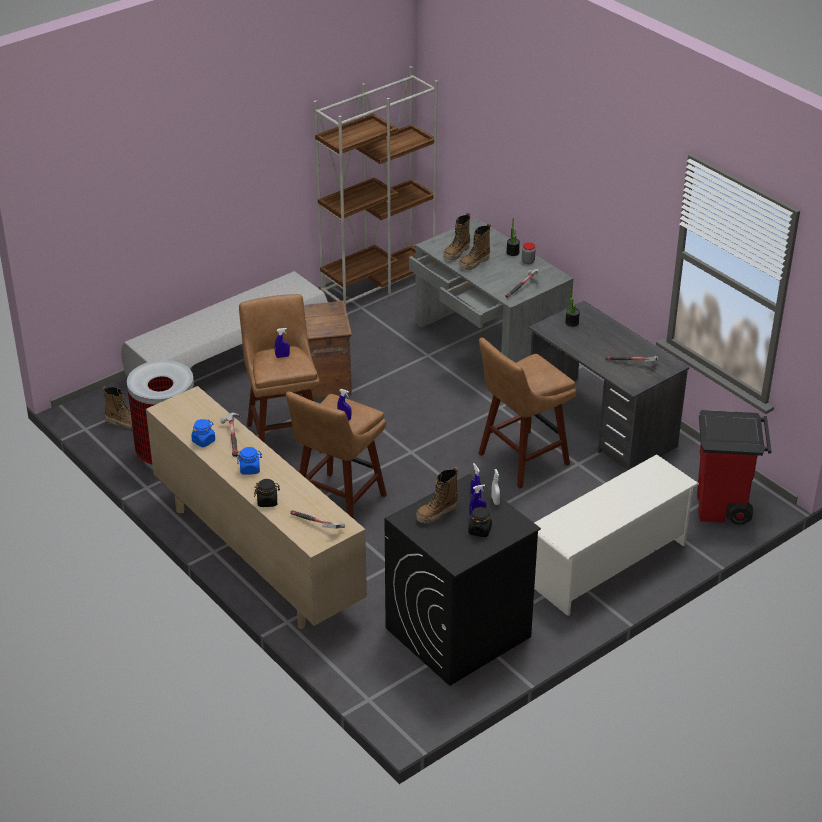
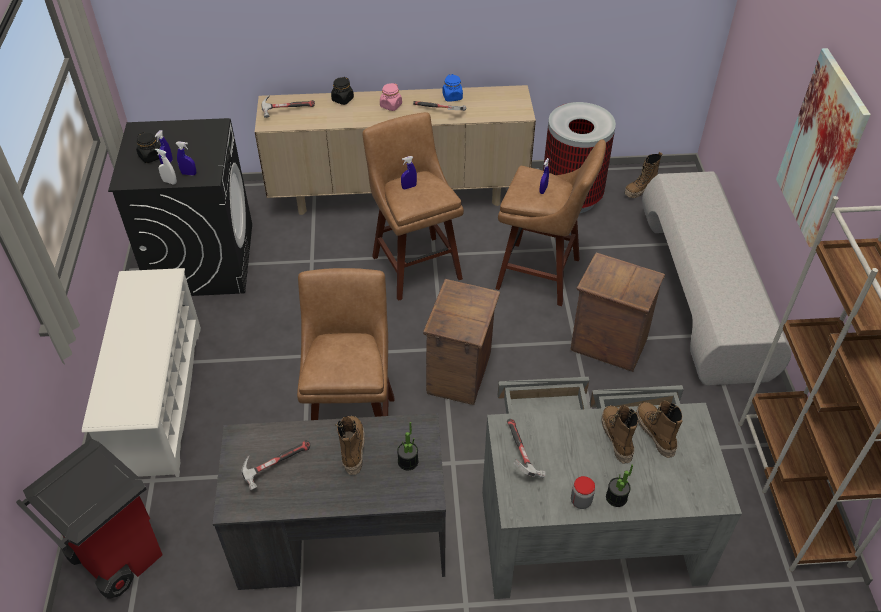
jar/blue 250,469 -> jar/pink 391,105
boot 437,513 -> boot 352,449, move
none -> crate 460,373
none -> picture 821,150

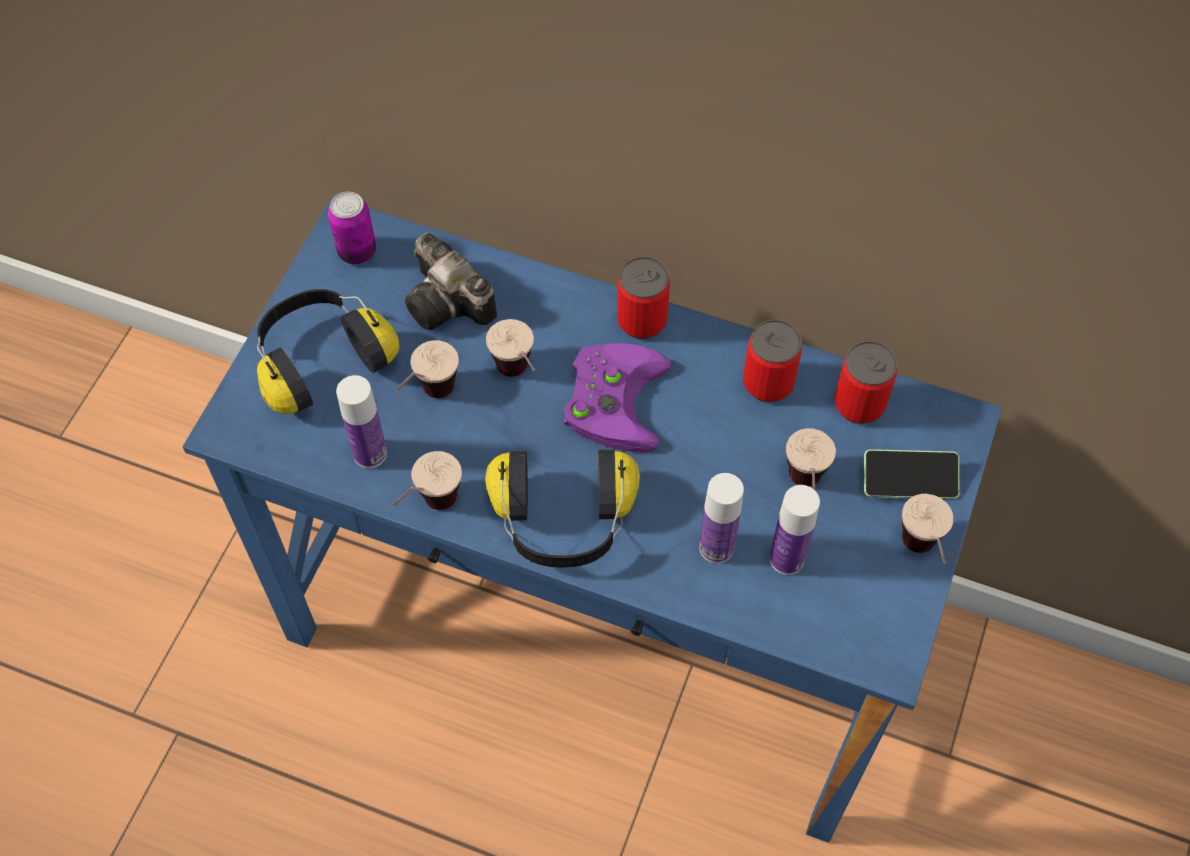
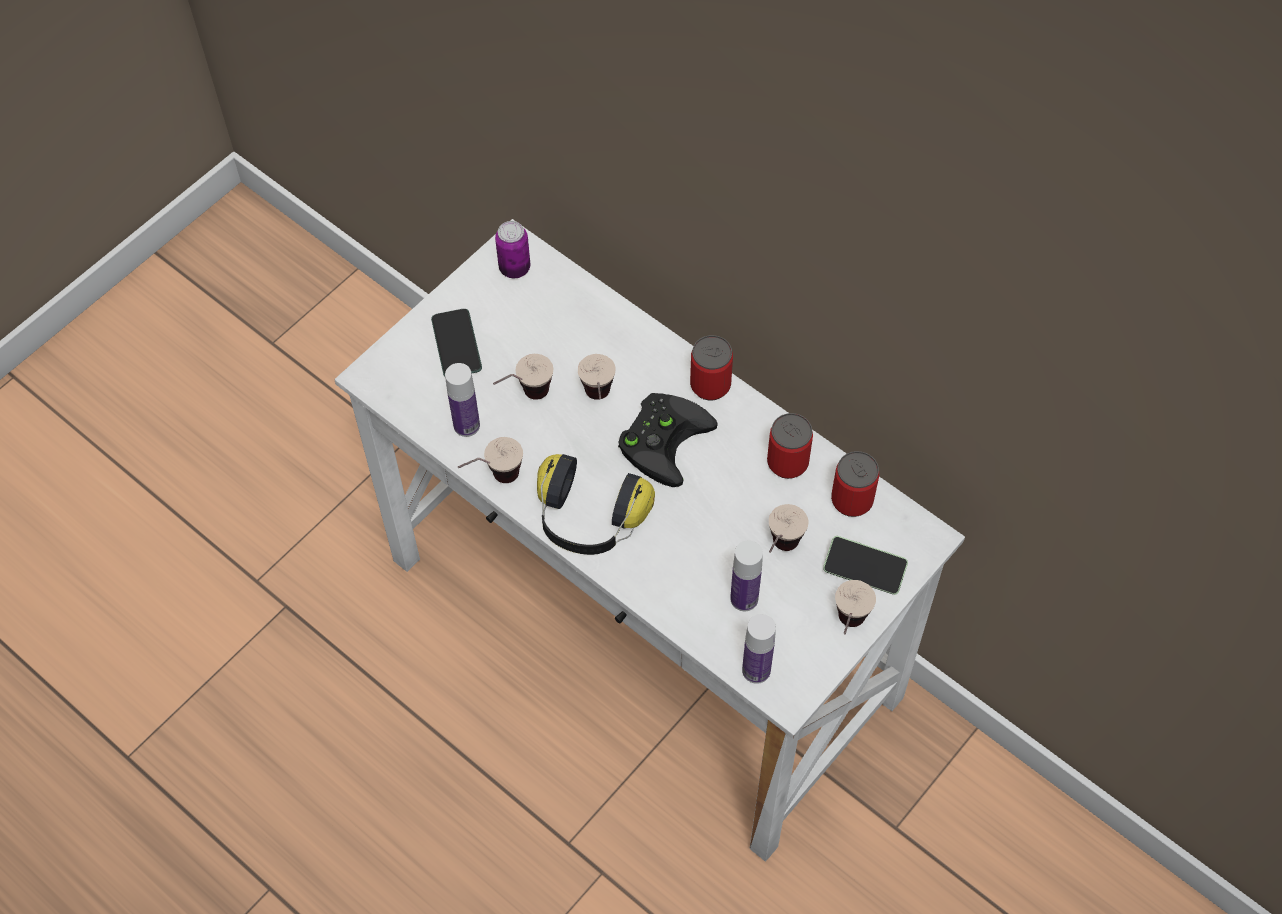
desk/blue 596,624 -> desk/white 645,627
headphones 320,360 -> phone 456,344
photo camera 451,304 -> none
game controller/purple 612,397 -> game controller/black 663,437
bottle 716,547 -> bottle 756,670, move

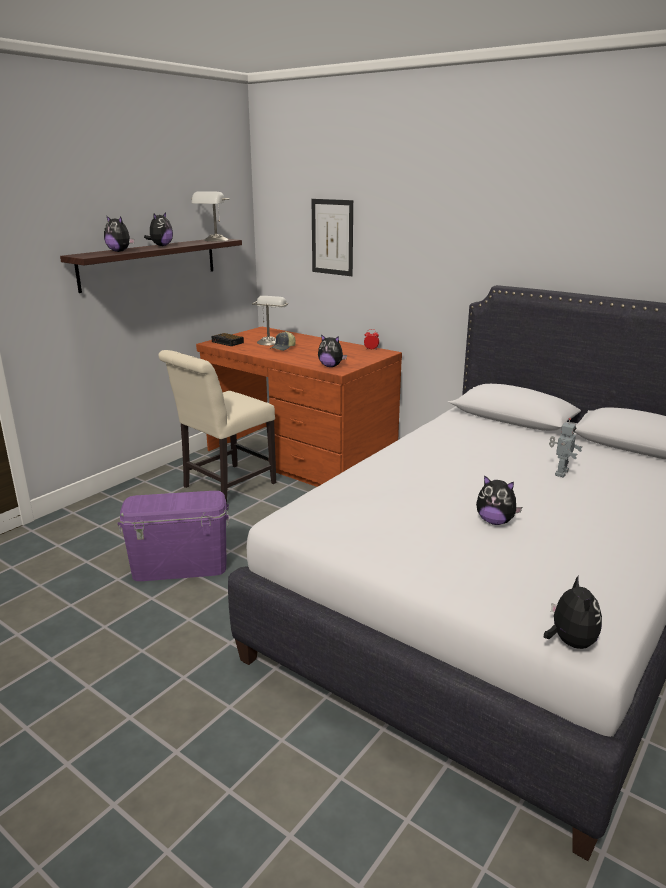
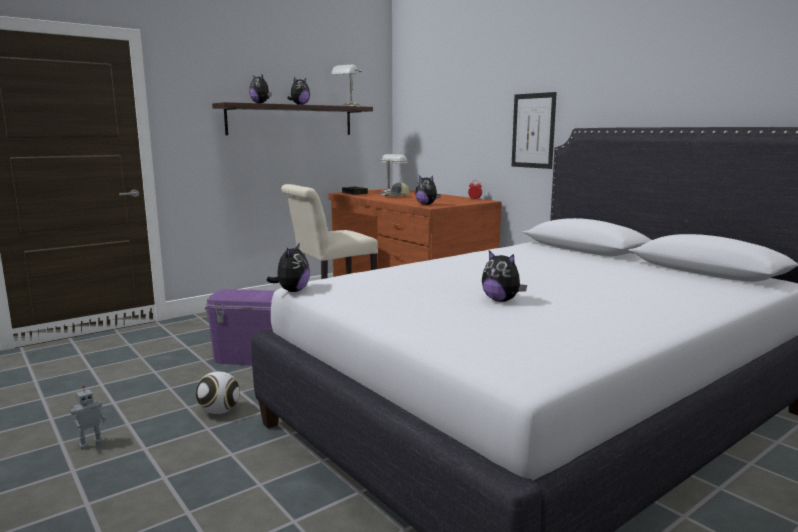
picture 332,237 -> picture 533,130, move
plush toy 569,642 -> plush toy 292,291, move
toy robot 560,473 -> toy robot 90,444, move
none -> football 219,412

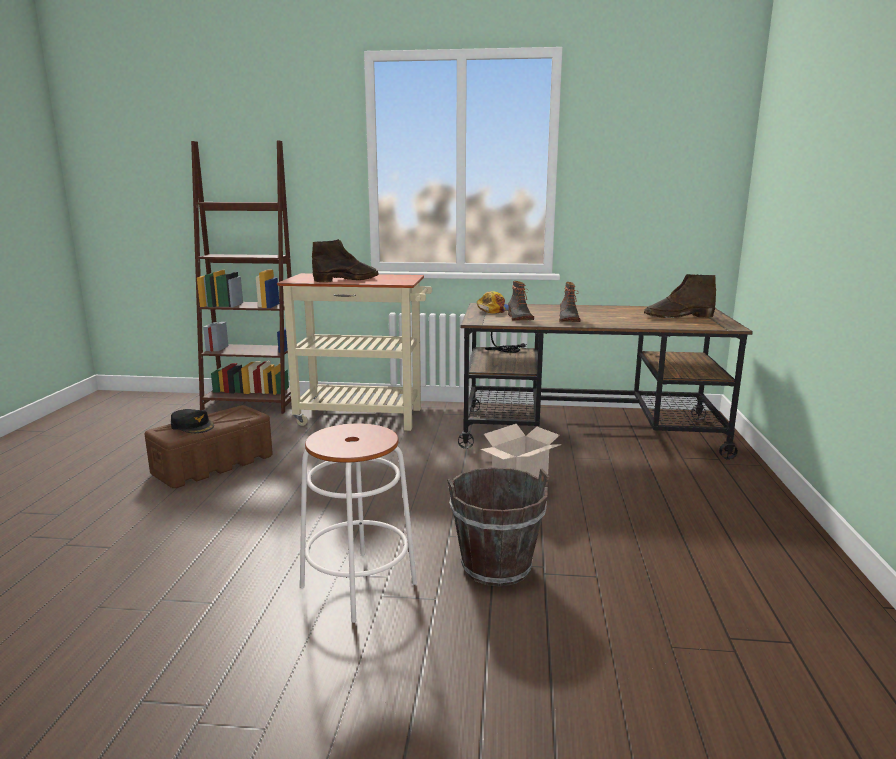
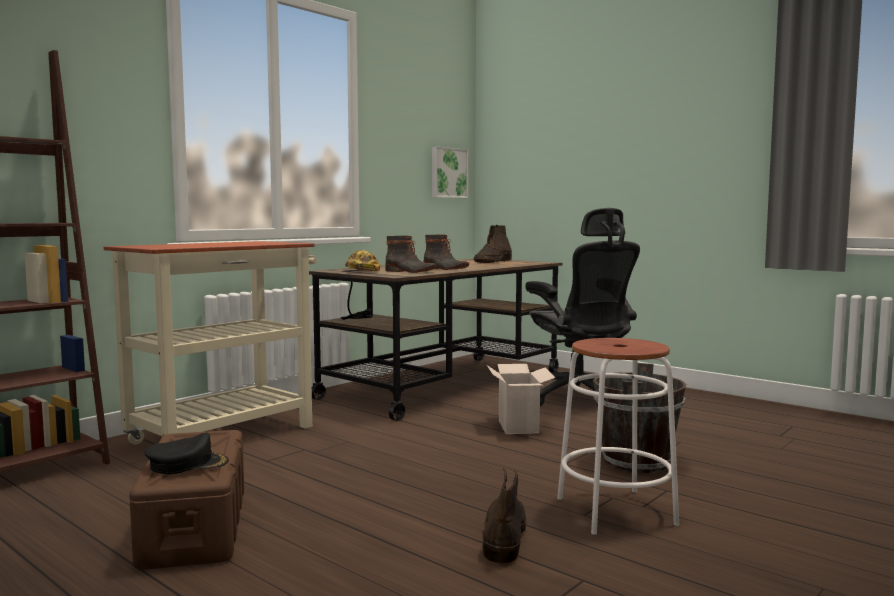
boot/brown 347,280 -> boot/brown 504,536, move
none -> picture 448,173
none -> office chair 578,398

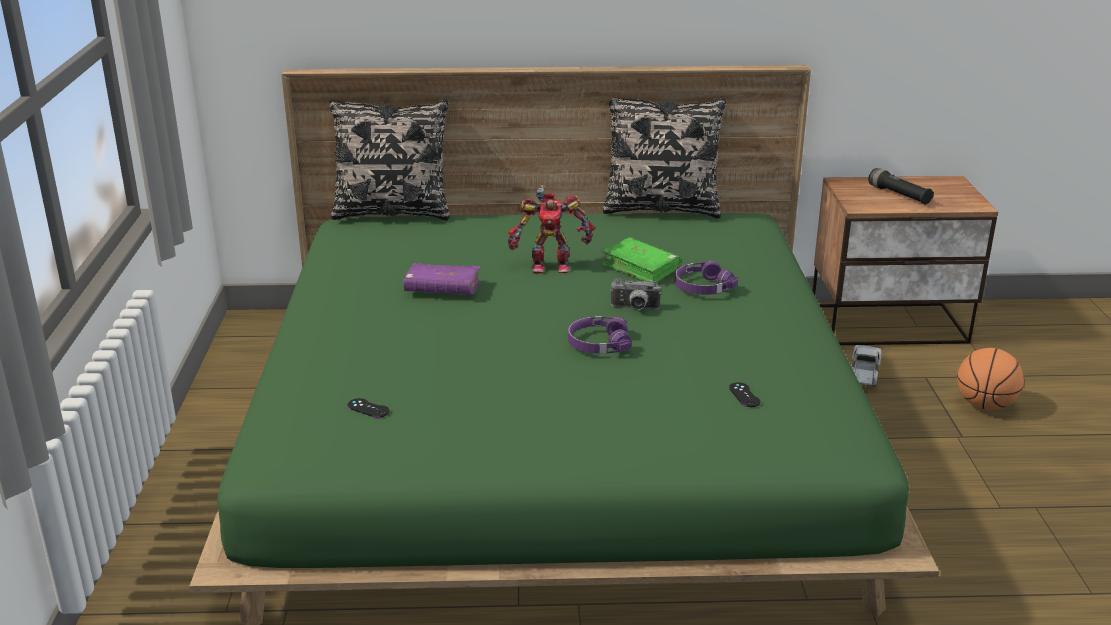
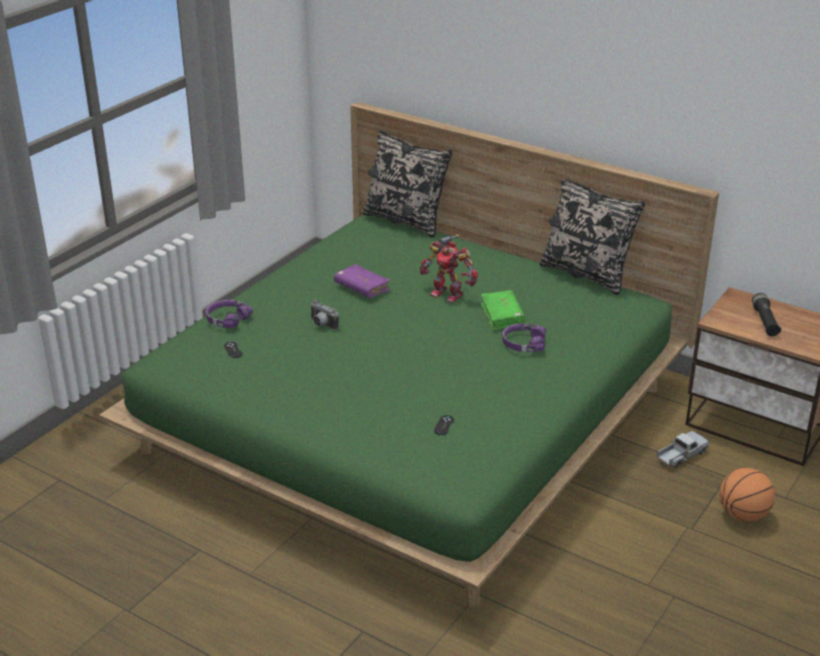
headphones/purple 598,344 -> headphones/purple 227,319, move
photo camera 634,309 -> photo camera 321,325, move

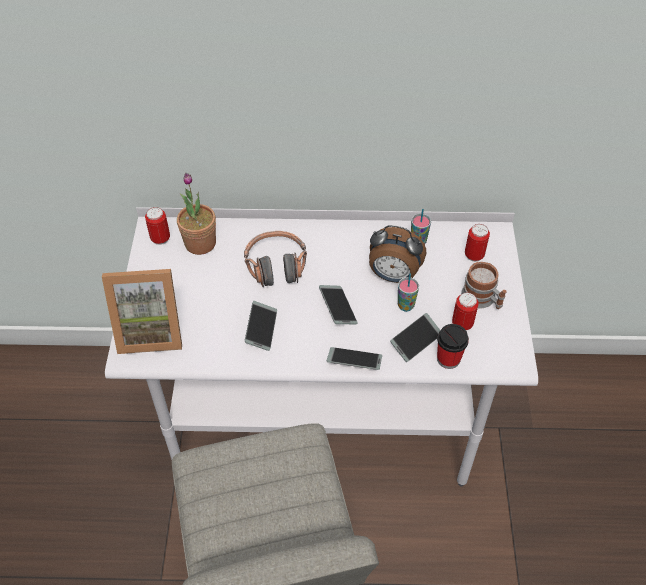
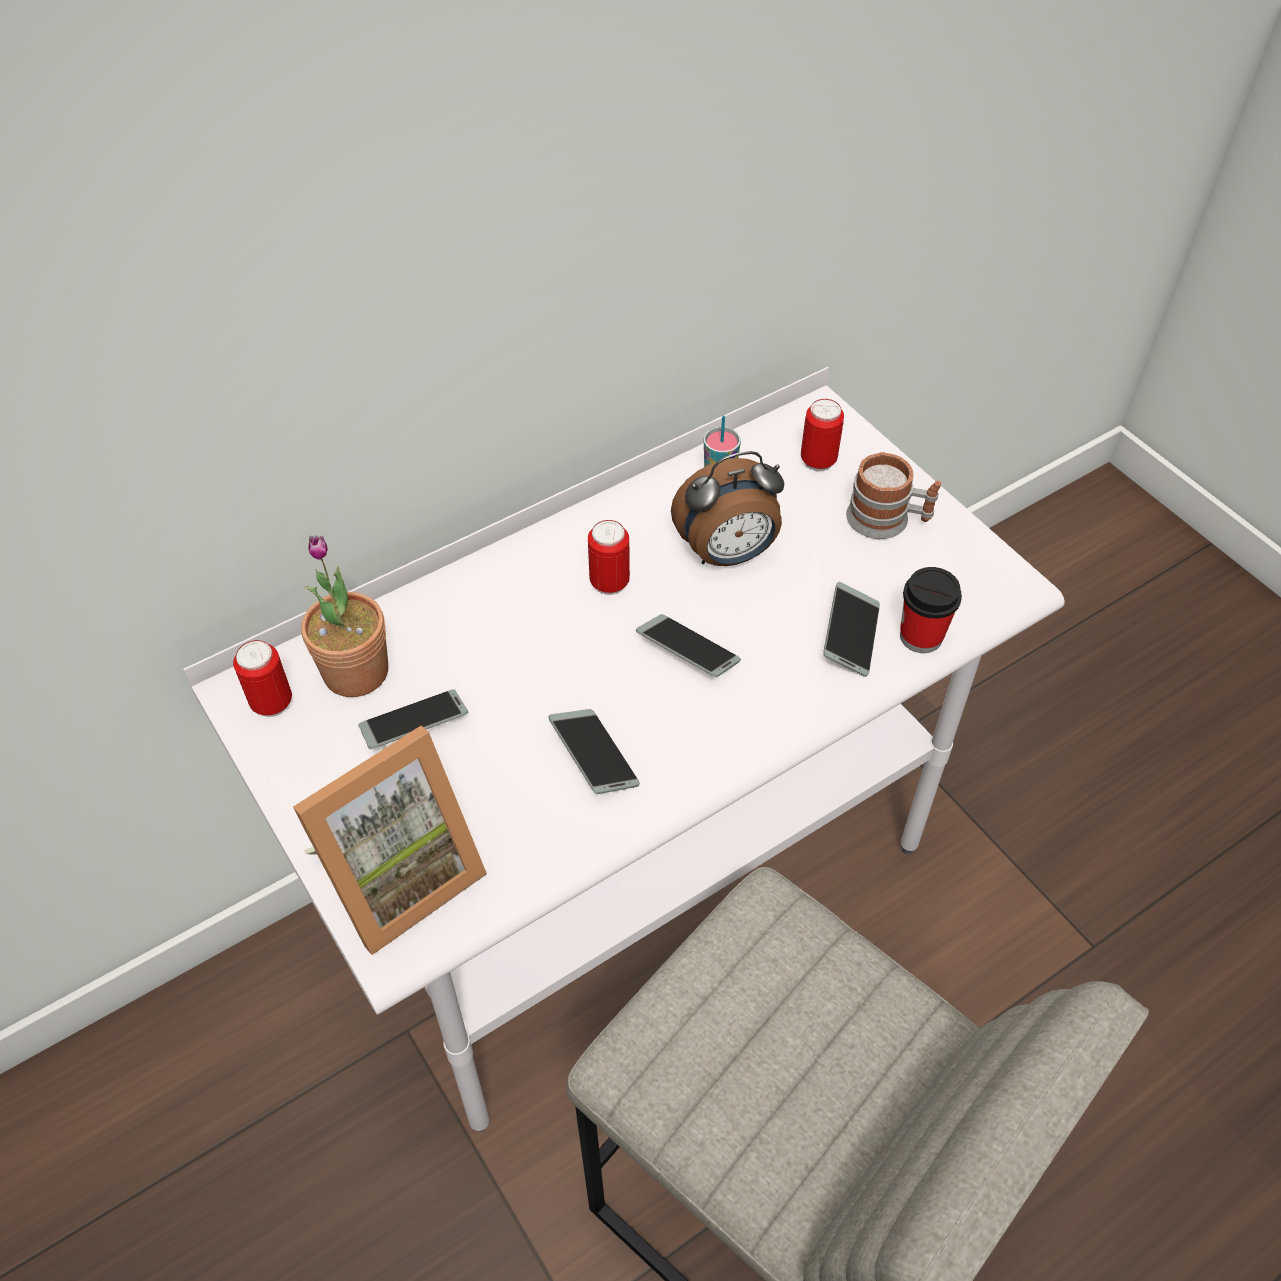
headphones 276,266 -> none
phone 354,361 -> phone 414,725, move
cup 405,306 -> none
can 462,324 -> can 609,583, move

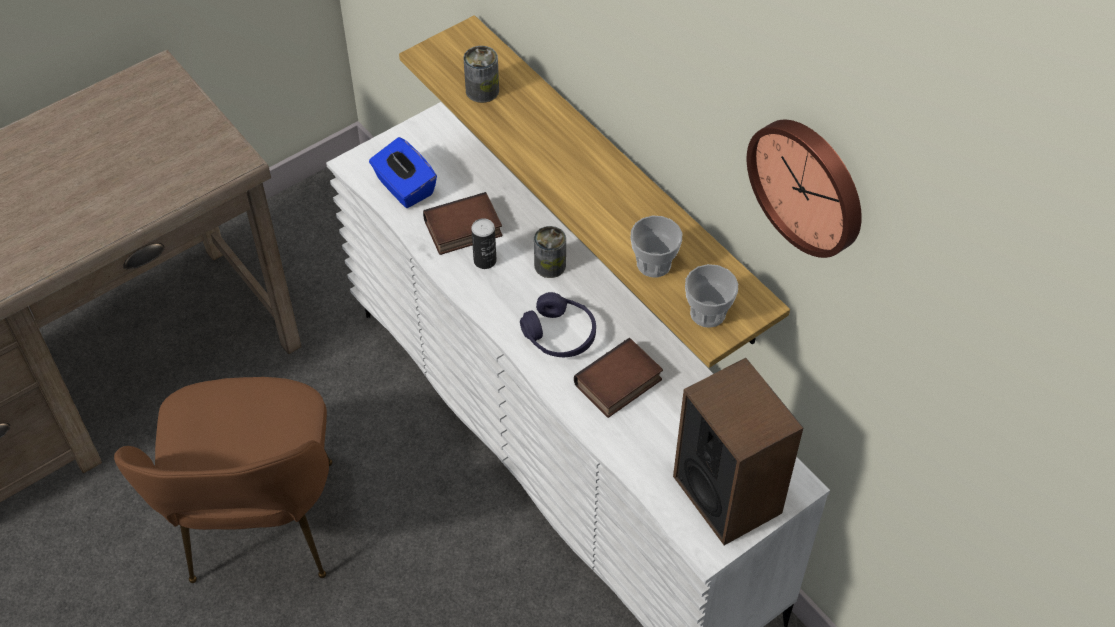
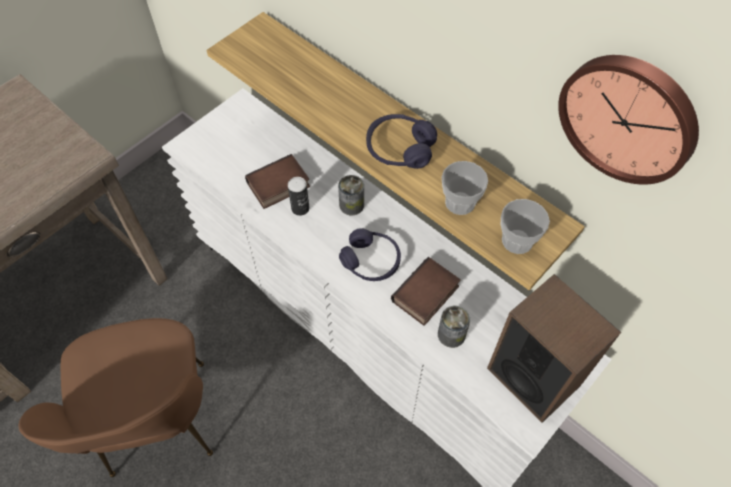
tissue box/blue 404,187 -> none
can 482,90 -> can 451,334, move
none -> headphones/purple 400,149

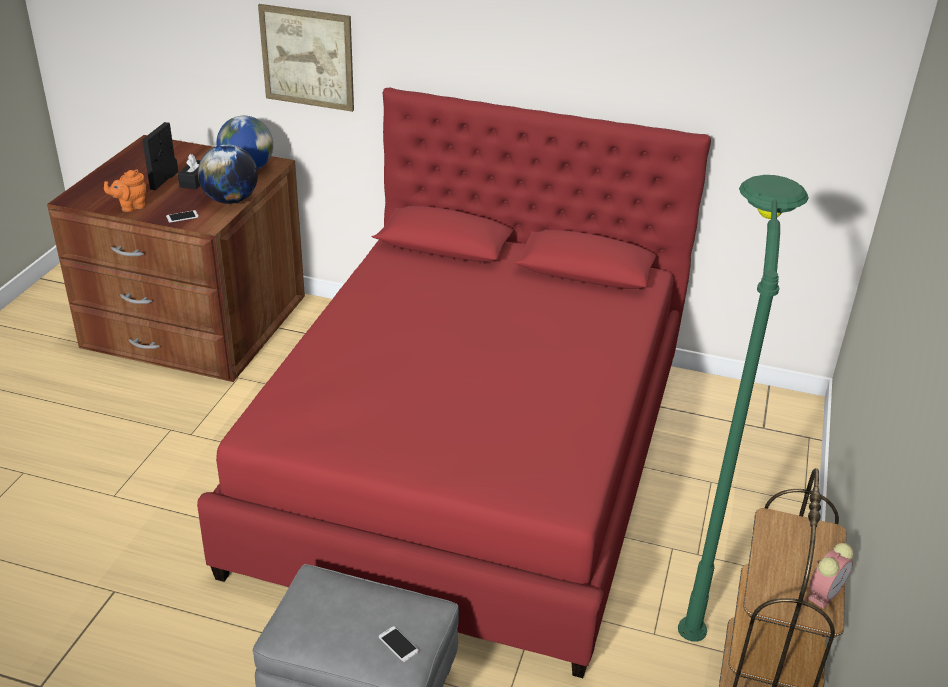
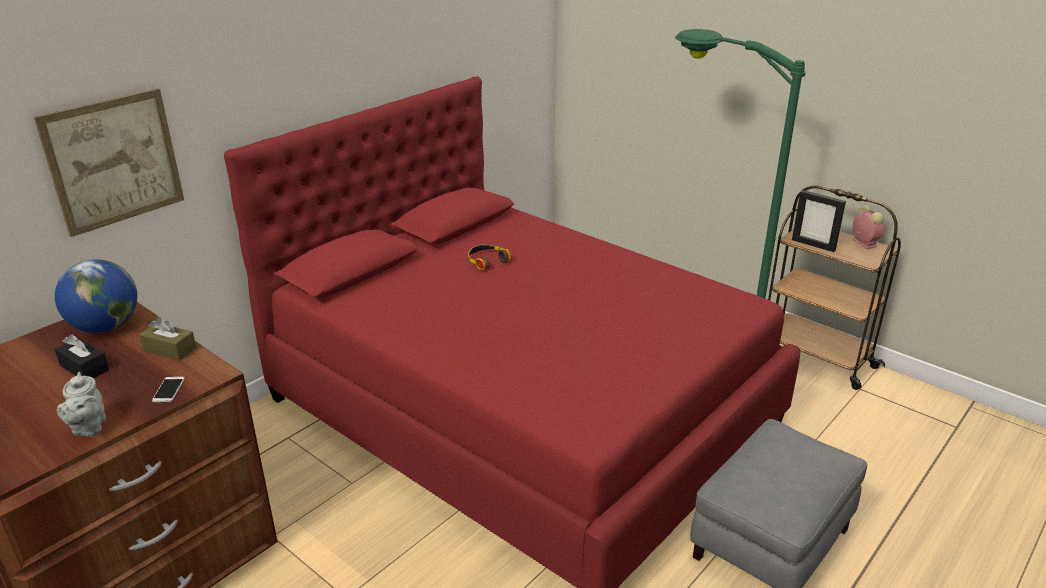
teapot/orange 130,207 -> teapot/grey 88,428
picture frame 164,180 -> picture frame 813,244, move
globe 231,200 -> tissue box/brown 170,349
phone 398,644 -> none
none -> headphones 487,261

